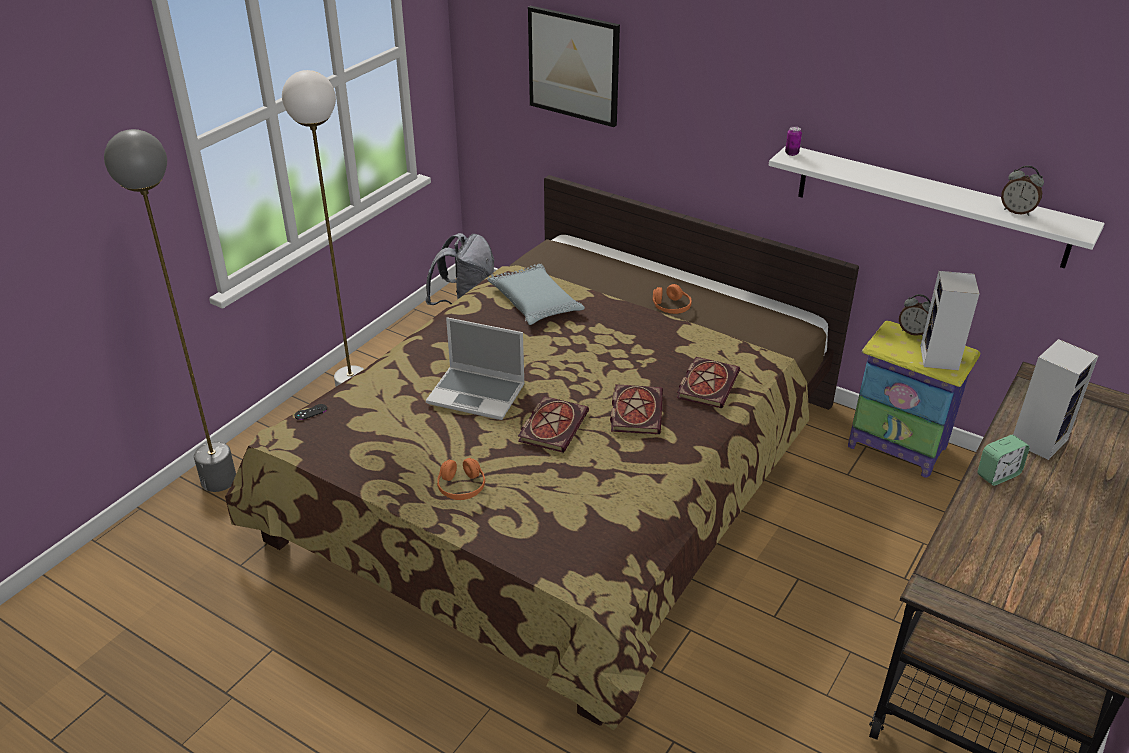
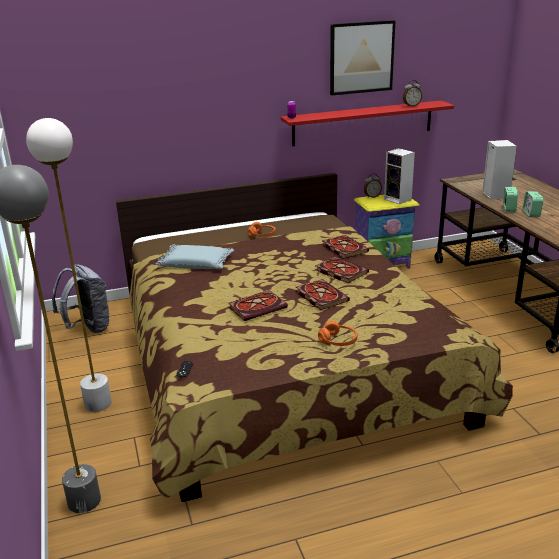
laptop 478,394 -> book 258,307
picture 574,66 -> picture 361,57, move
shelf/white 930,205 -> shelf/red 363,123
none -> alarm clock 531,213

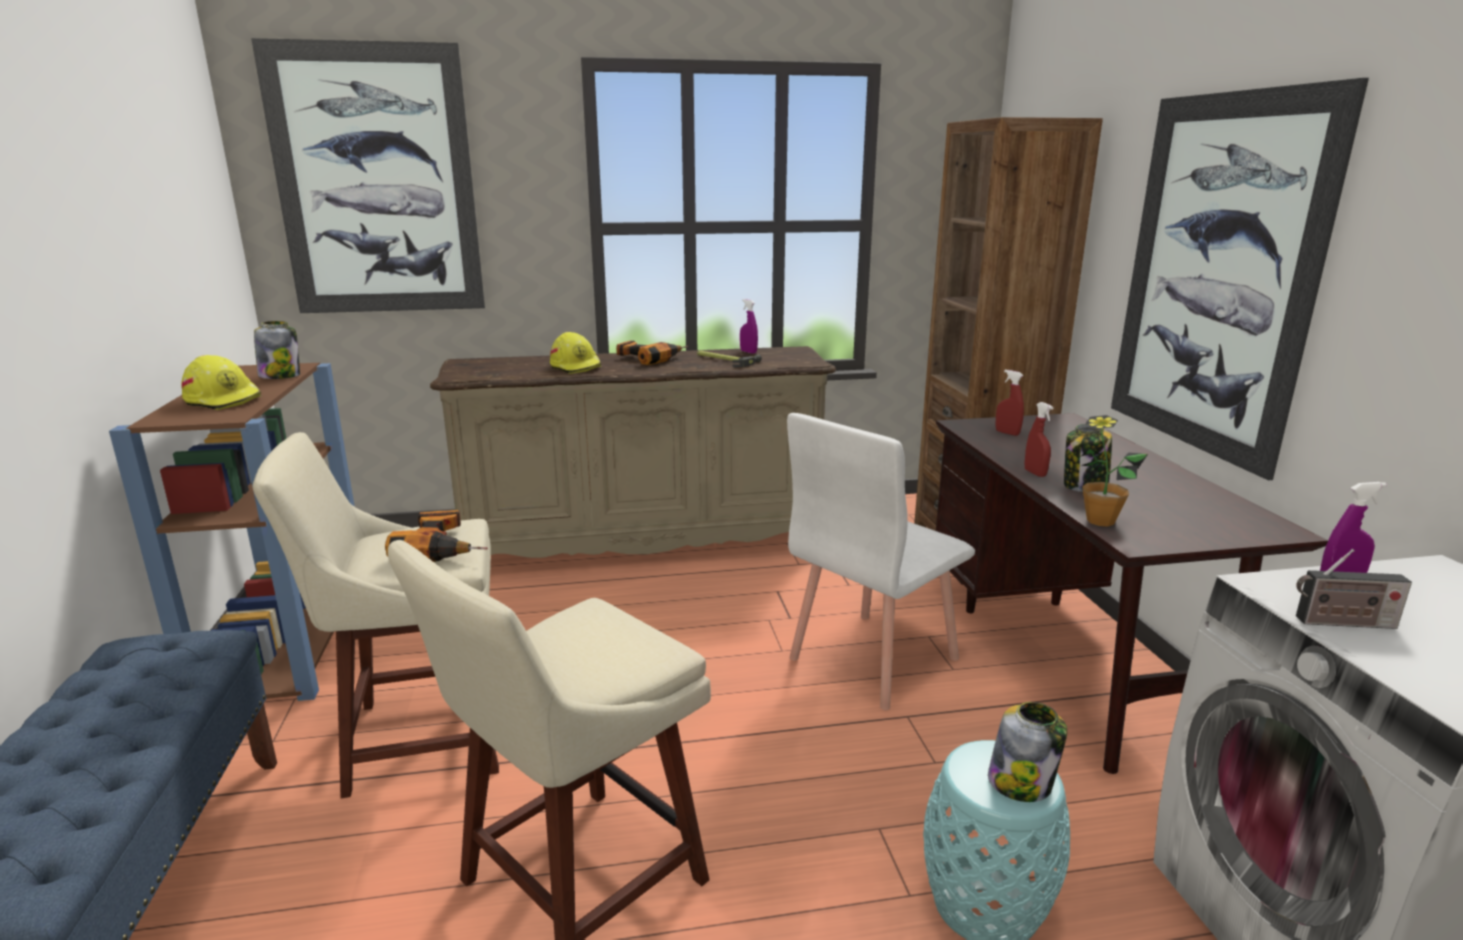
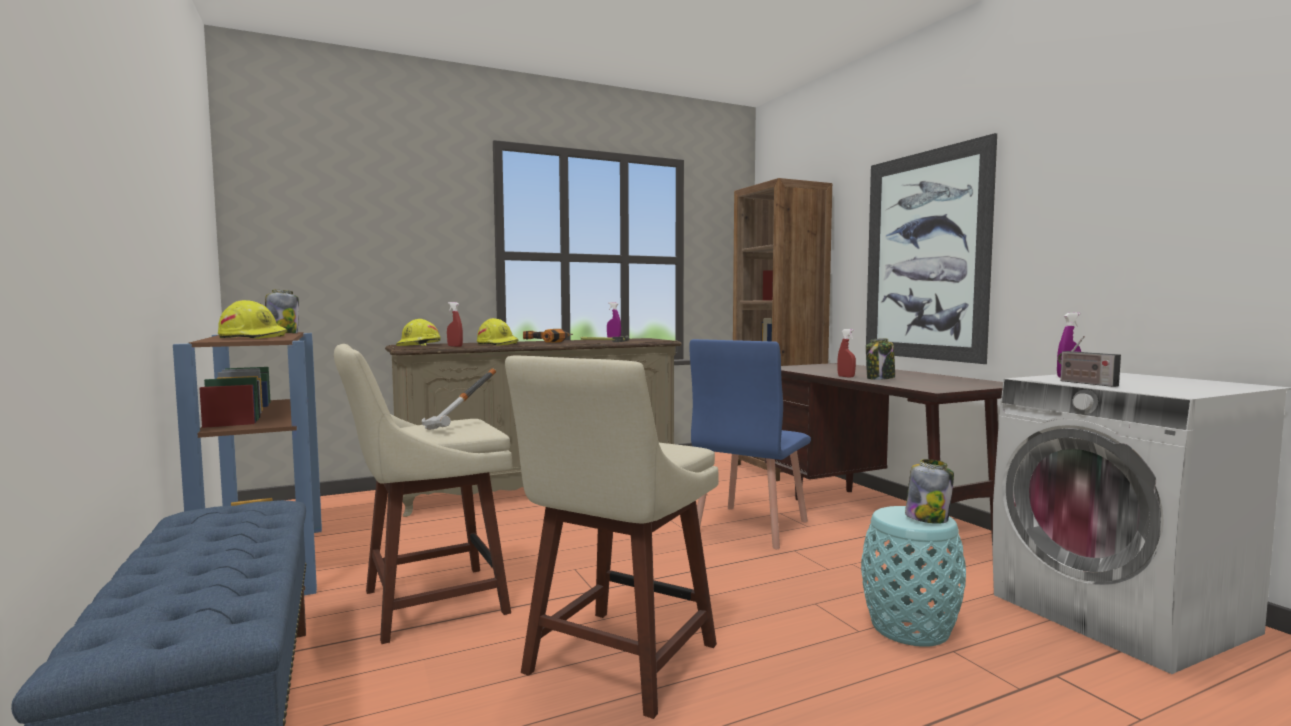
picture 377,182 -> none
power drill 442,547 -> hammer 463,427
chair/white 871,658 -> chair/blue 749,527
spray bottle/red 1007,433 -> spray bottle/red 455,346, move
potted plant 1100,521 -> none
radio 1341,623 -> radio 1085,383, 75 degrees clockwise
none -> hard hat/yellow 419,345

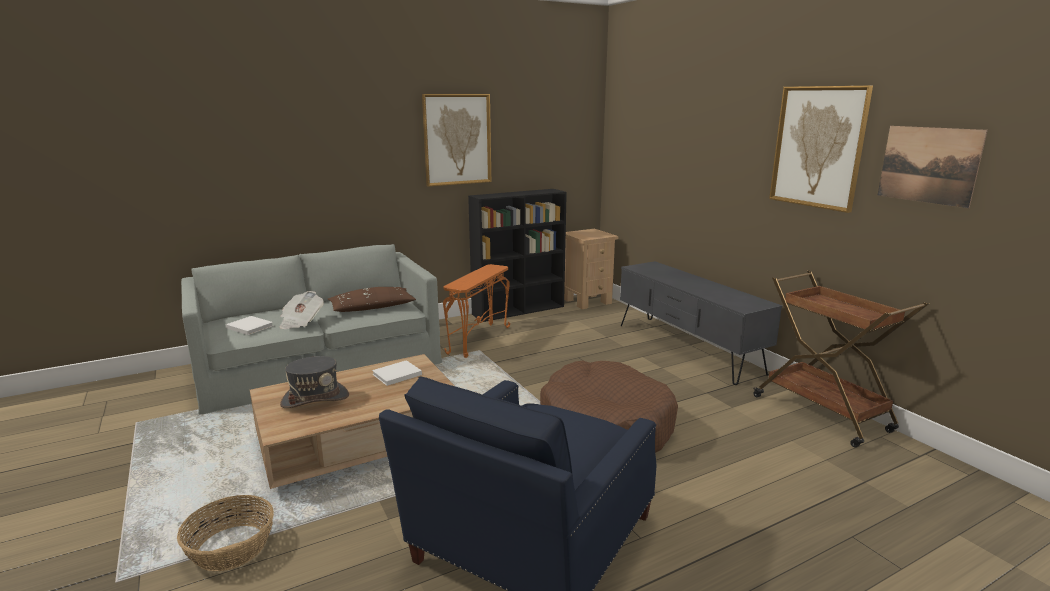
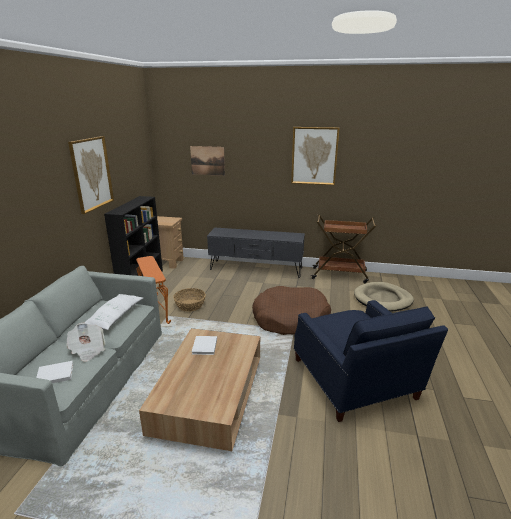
basket 232,547 -> basket 190,305, move
hat/grey 315,399 -> none
pillow/brown 372,308 -> pillow/white 115,317
picture 928,165 -> picture 207,160, move
none -> dog bed/beige 382,299

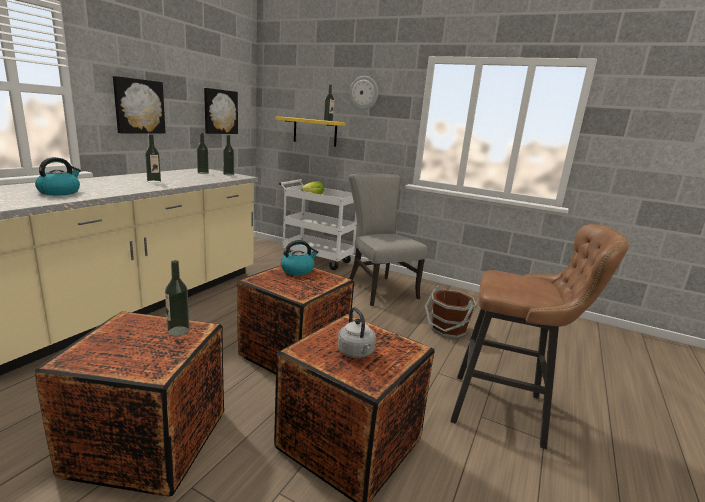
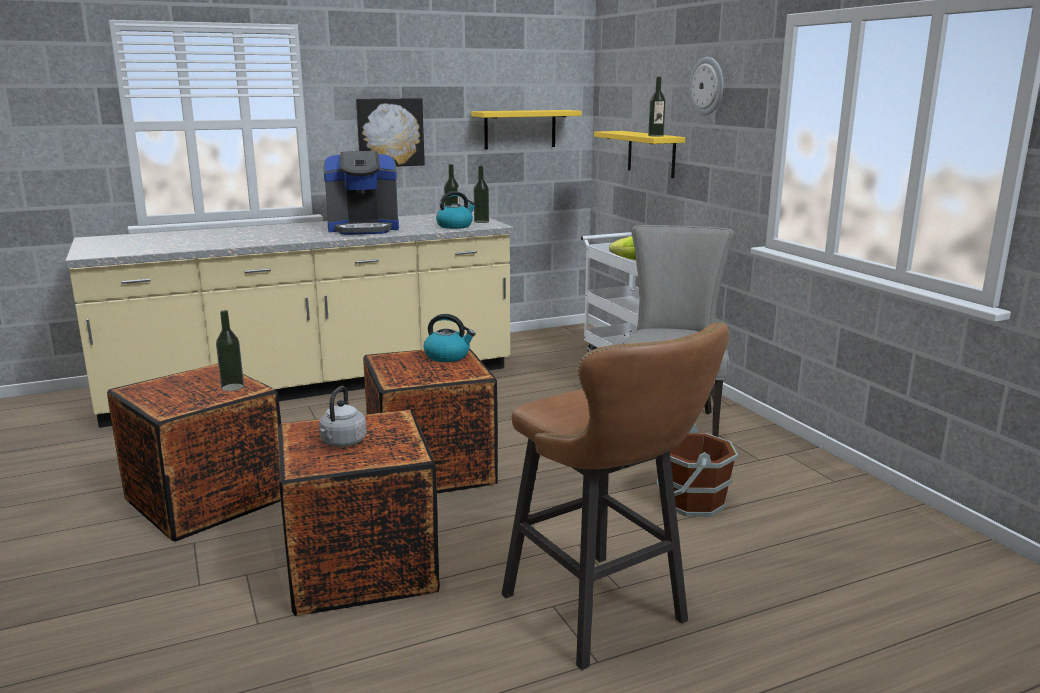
kettle 60,192 -> kettle 455,226, move
bottle 154,181 -> coffee machine 364,229
picture 220,112 -> shelf/yellow 520,129

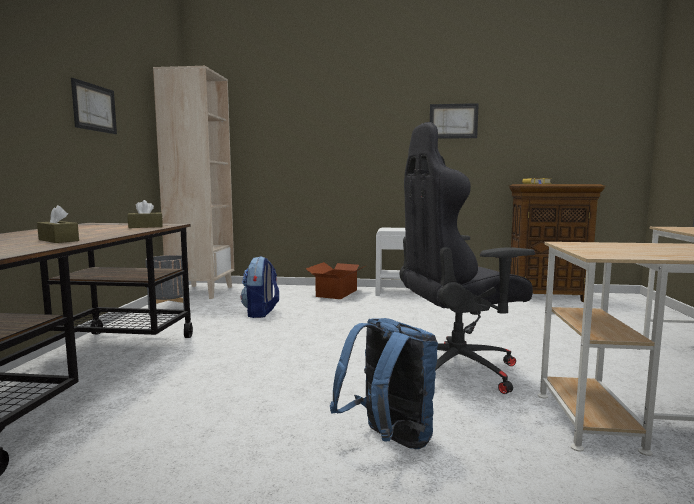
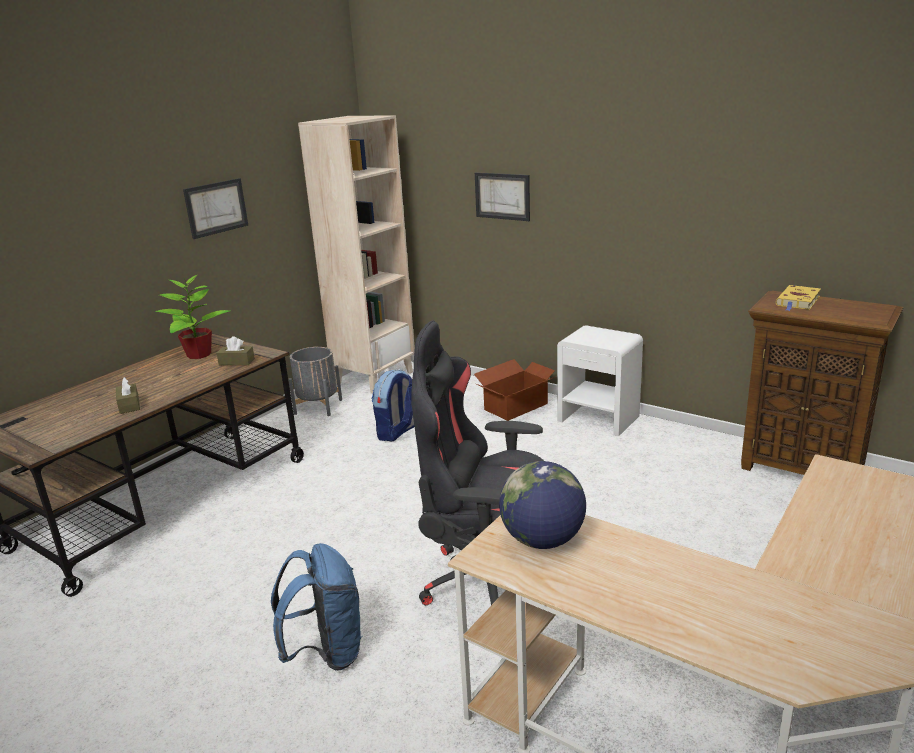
picture 453,121 -> picture 502,196, move
none -> potted plant 198,355
none -> globe 542,540

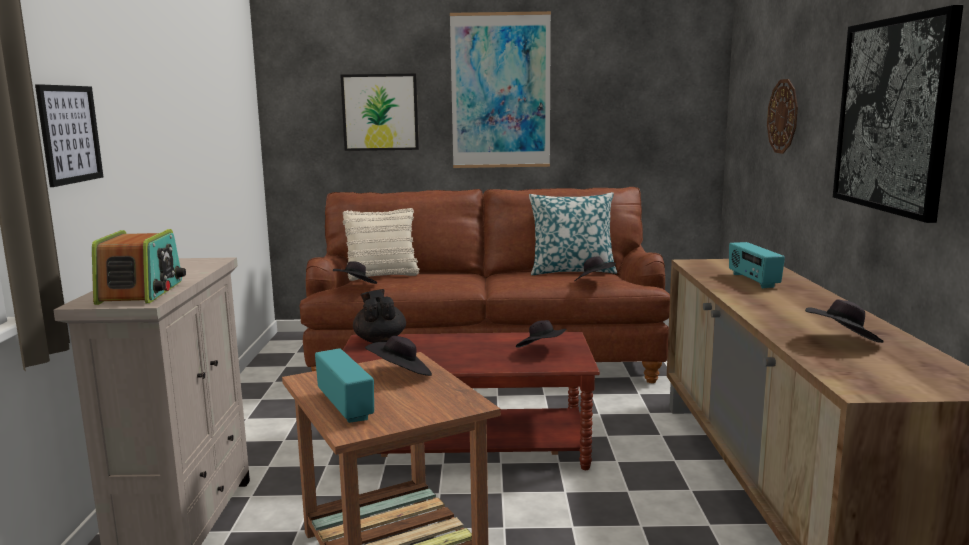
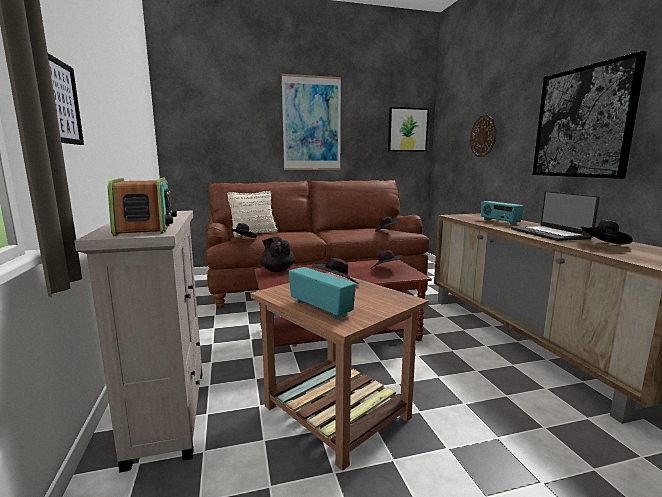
picture 380,112 -> picture 407,129, move
pillow 572,271 -> none
none -> laptop 550,233

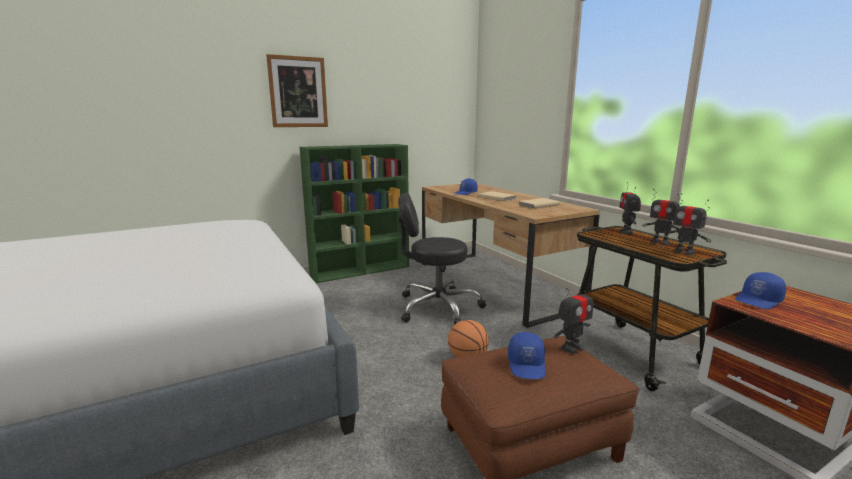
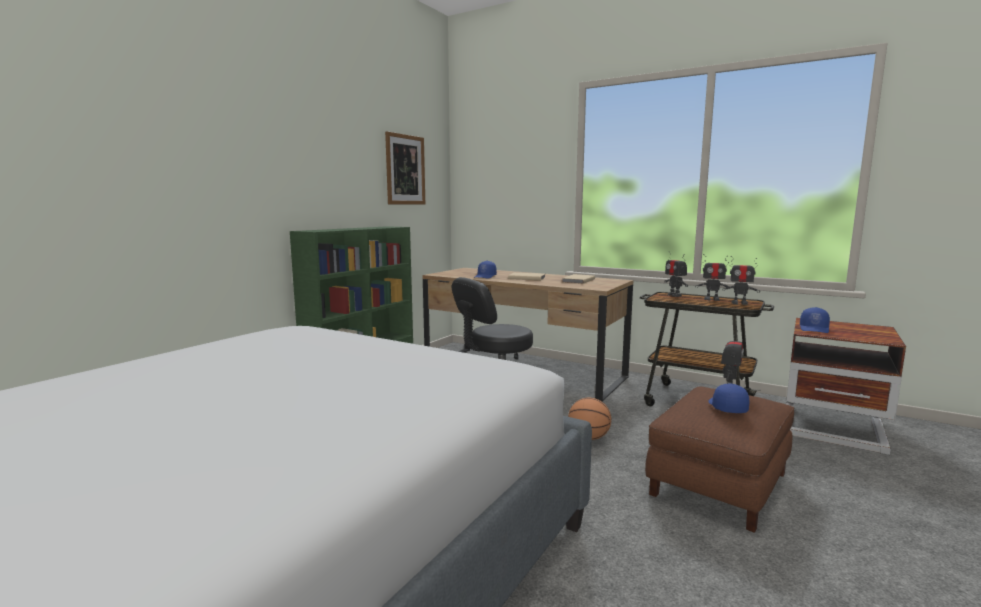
picture 298,92 -> picture 405,170, move
cap/blue 527,365 -> cap/blue 726,407, 150 degrees counterclockwise

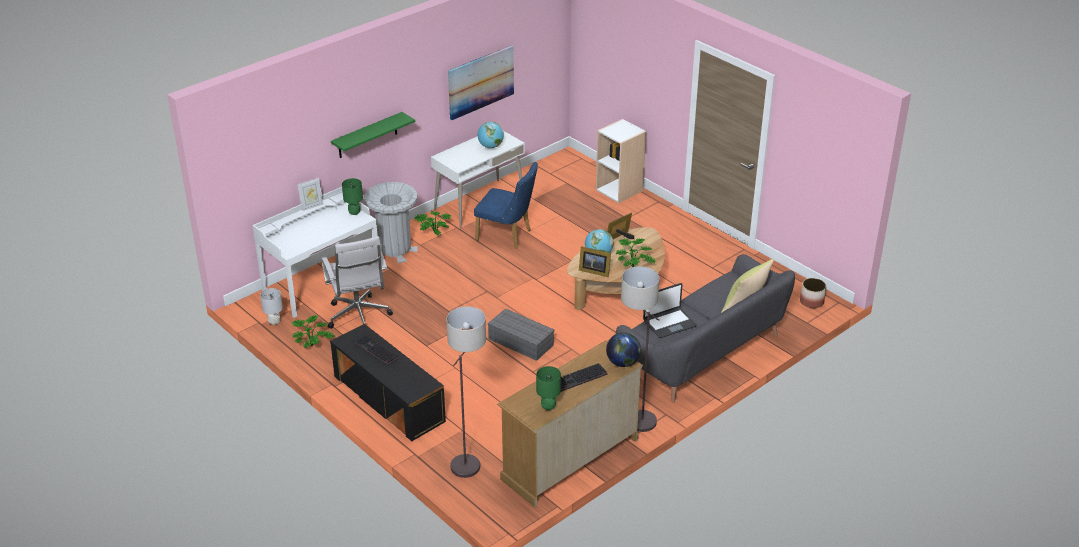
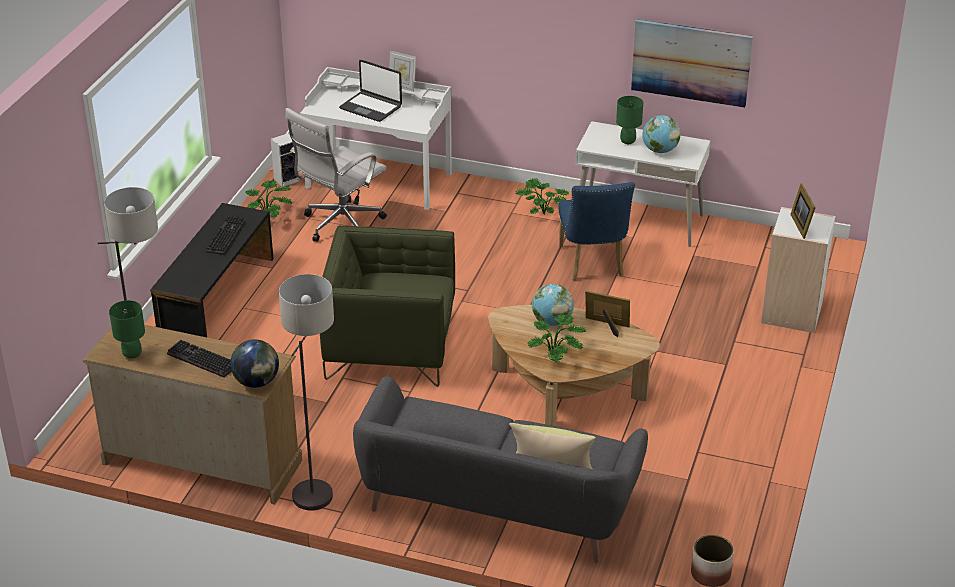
table lamp/grey 274,322 -> speaker 287,179
shelf/green 367,135 -> none
table lamp/green 354,213 -> table lamp/green 627,142, move
trash can/grey 394,249 -> none
storage box/grey 519,342 -> armchair/green 390,348
picture frame 594,271 -> picture frame 802,225, move
laptop 669,323 -> laptop 371,107, move

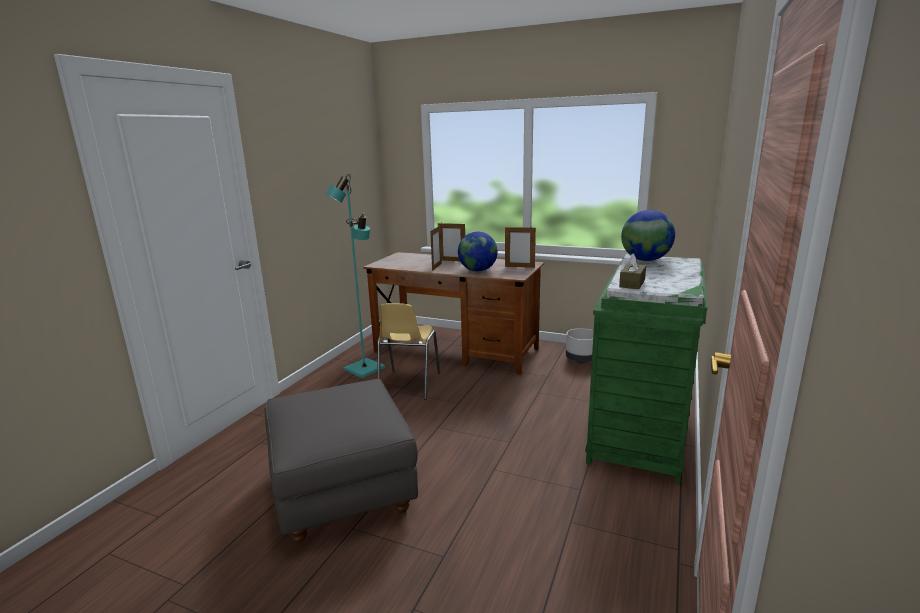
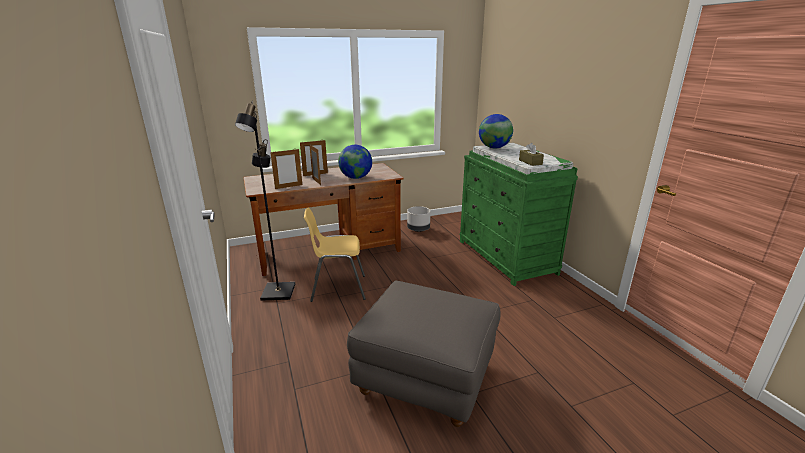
floor lamp/turquoise 364,369 -> floor lamp/black 278,292
chair/yellow 408,385 -> chair/yellow 338,288, 120 degrees clockwise
picture frame 519,267 -> picture frame 289,187, move

